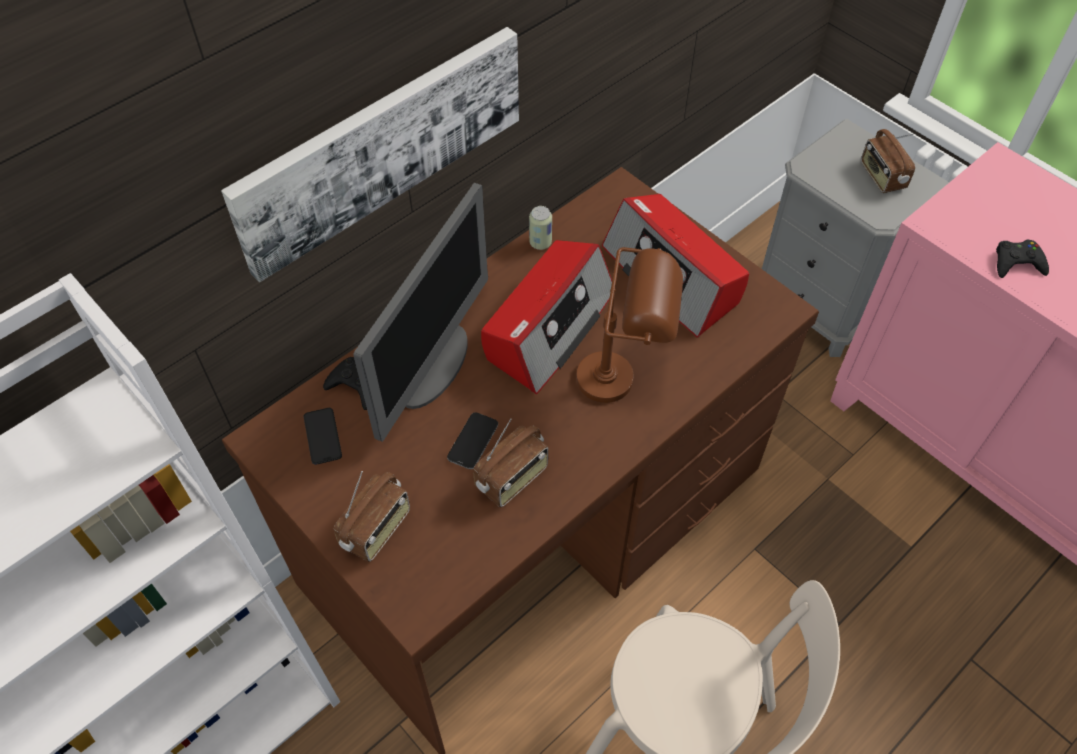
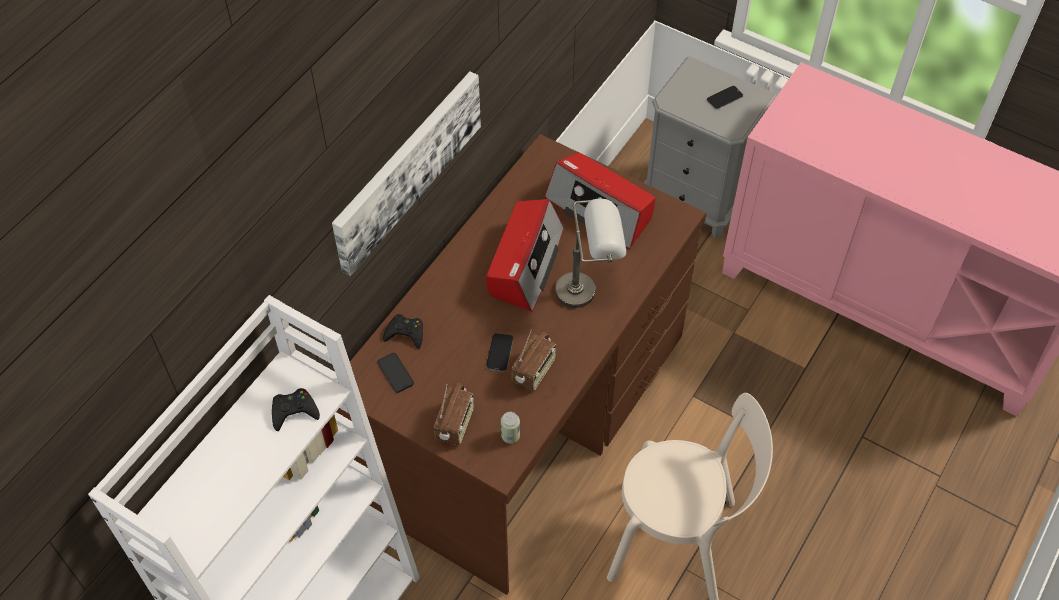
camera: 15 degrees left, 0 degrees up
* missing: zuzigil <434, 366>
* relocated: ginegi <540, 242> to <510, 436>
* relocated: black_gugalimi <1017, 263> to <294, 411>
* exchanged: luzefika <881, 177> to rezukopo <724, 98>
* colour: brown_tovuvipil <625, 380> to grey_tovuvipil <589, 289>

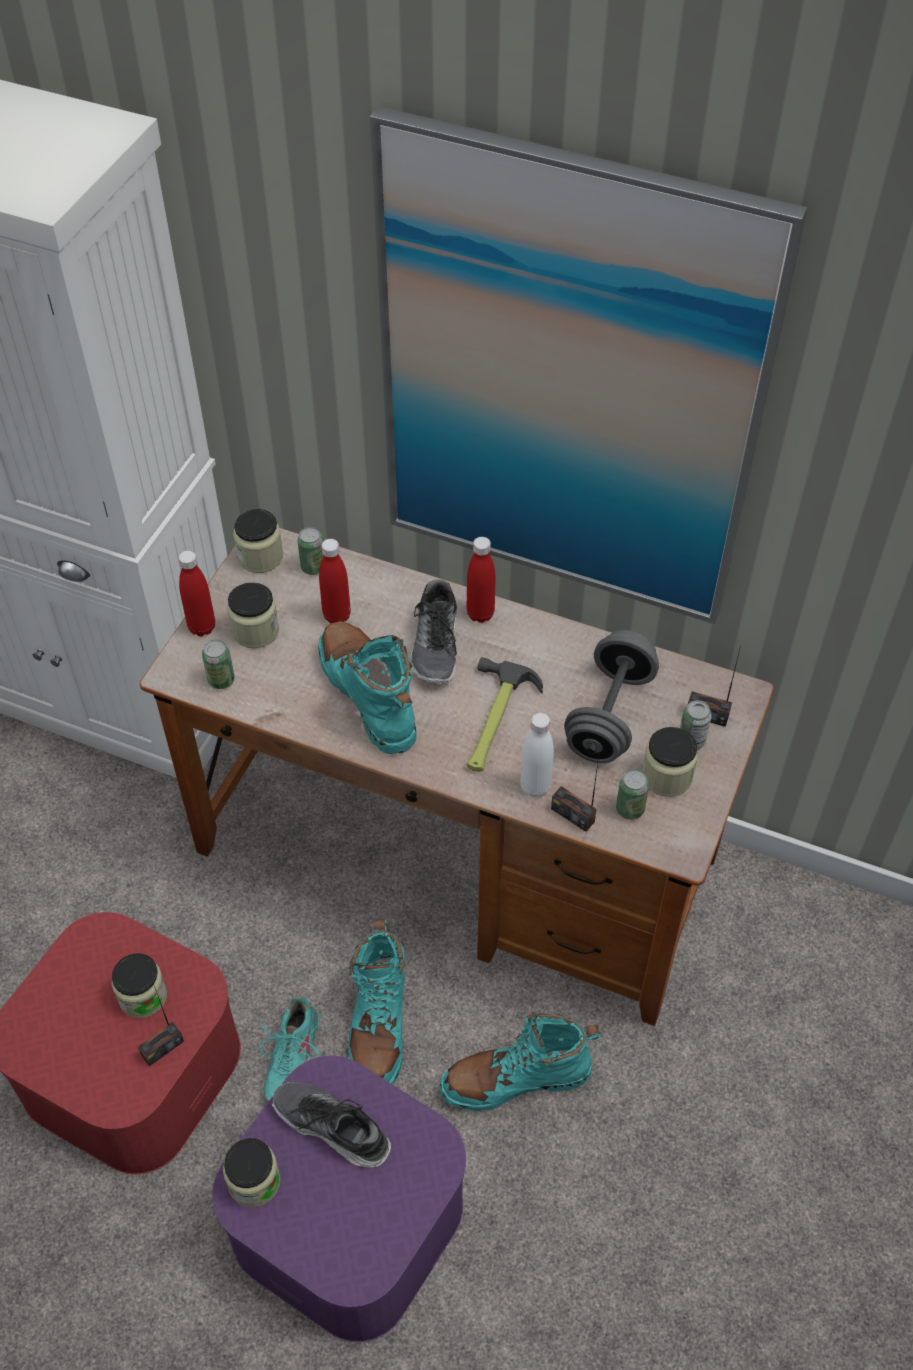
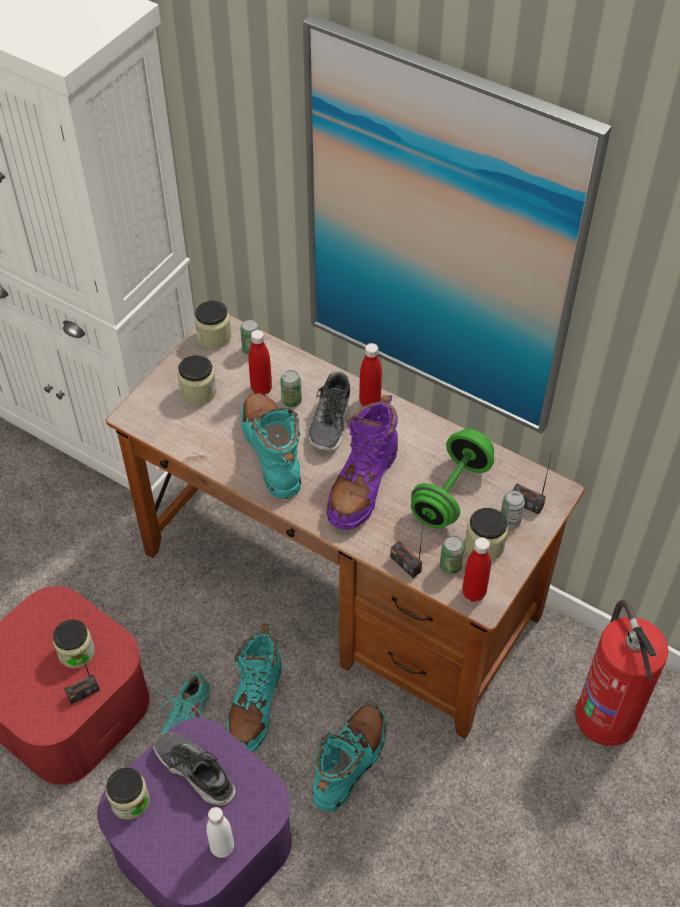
camera: 10 degrees right, 0 degrees up
* appeared: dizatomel <606, 714>
* relocated: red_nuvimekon <202, 627> to <473, 593>
* relocated: ginegi <221, 680> to <291, 401>
* relocated: white_nuvimekon <535, 787> to <222, 847>
* exchanged: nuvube <494, 721> to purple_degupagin <362, 484>
* colour: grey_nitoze <609, 715> to green_nitoze <451, 493>
* spun: turquoise_degupagin <516, 1079> = <350, 761> 120 degrees clockwise

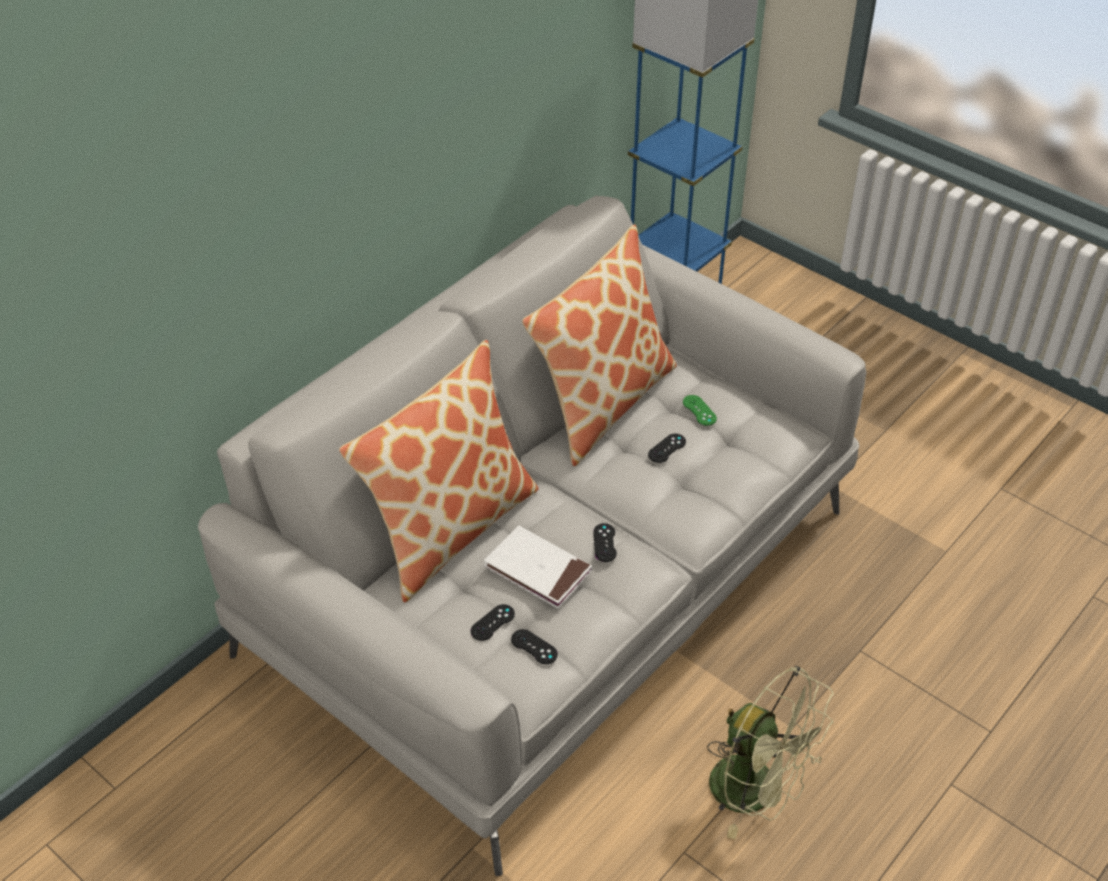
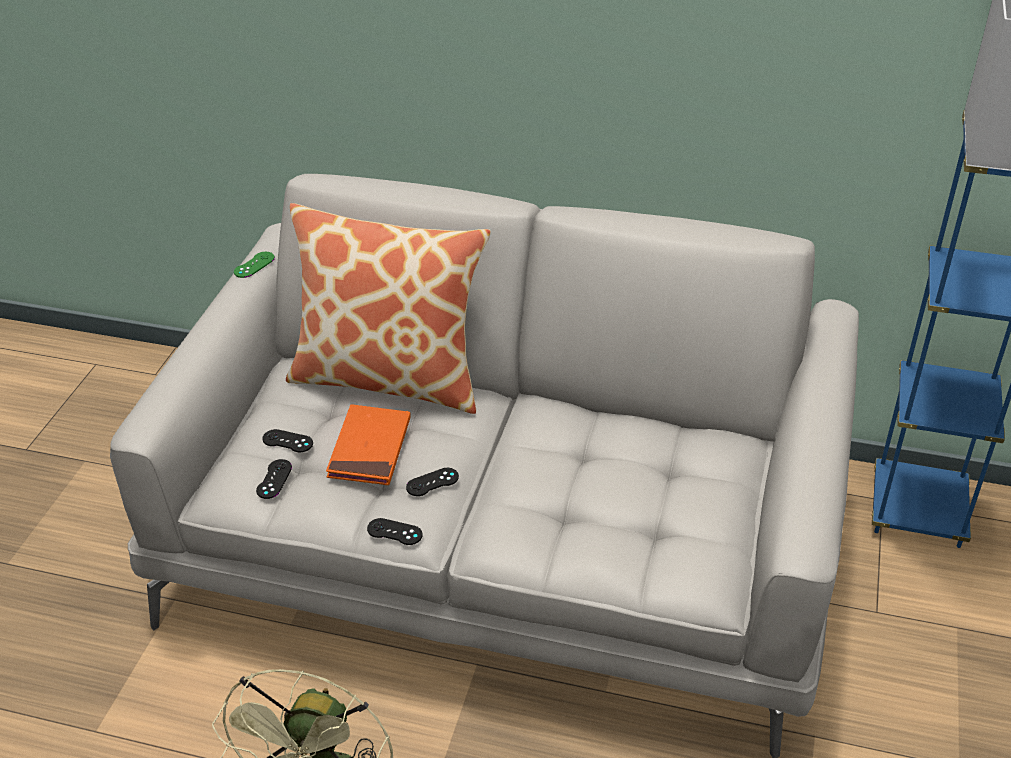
camera: 65 degrees right, 5 degrees down
* missing: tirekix <602, 402>
* relocated: black_gugalimi <667, 448> to <394, 532>
* relocated: green_gugalimi <699, 410> to <254, 265>
* colour: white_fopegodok <537, 570> to orange_fopegodok <370, 449>

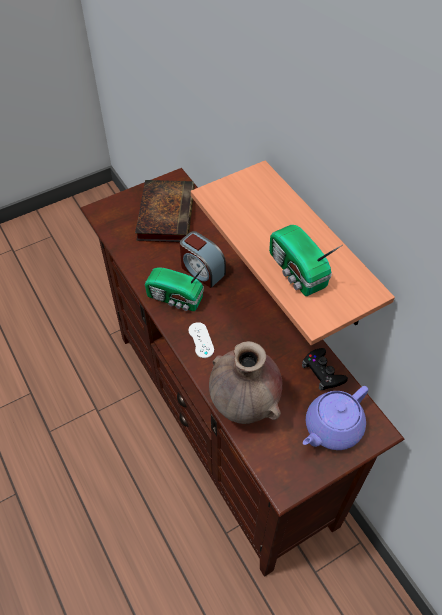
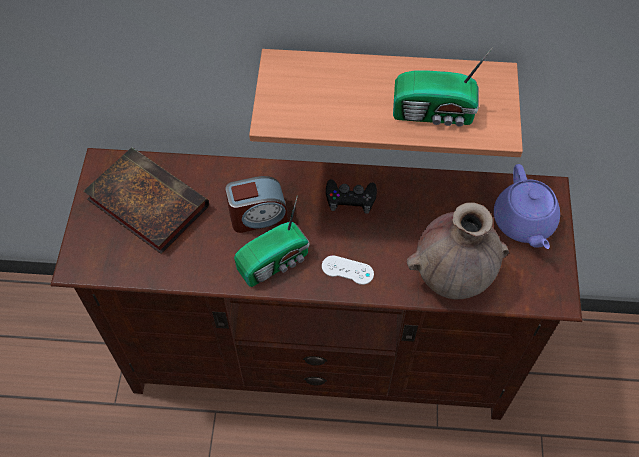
camera: 55 degrees left, 5 degrees up
* relocated: black_gugalimi <323, 372> to <350, 198>

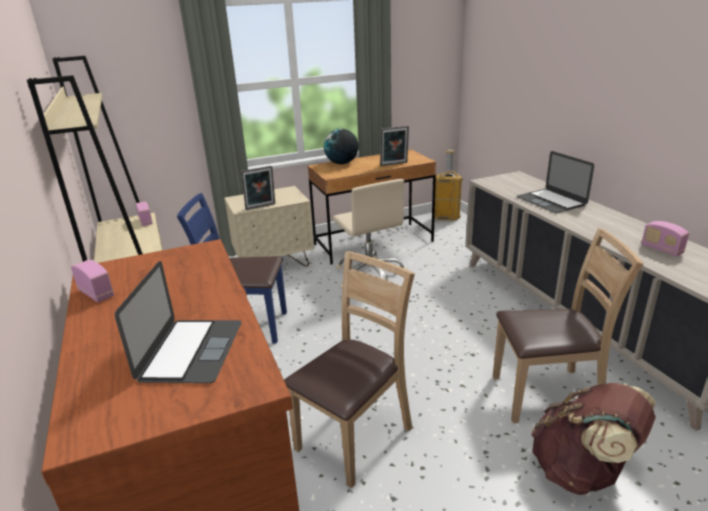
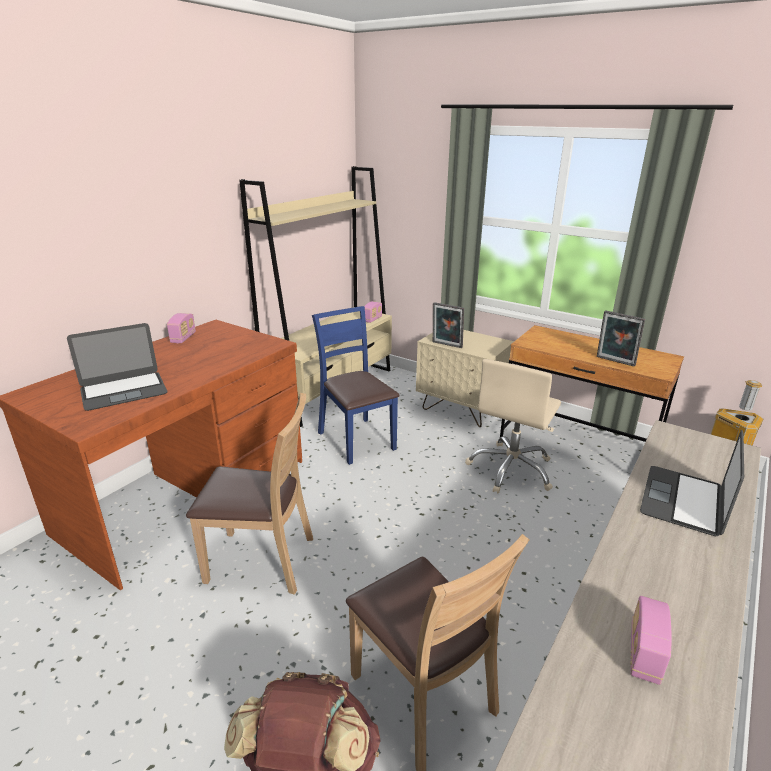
camera: 55 degrees right, 0 degrees up
* missing: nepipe <342, 163>

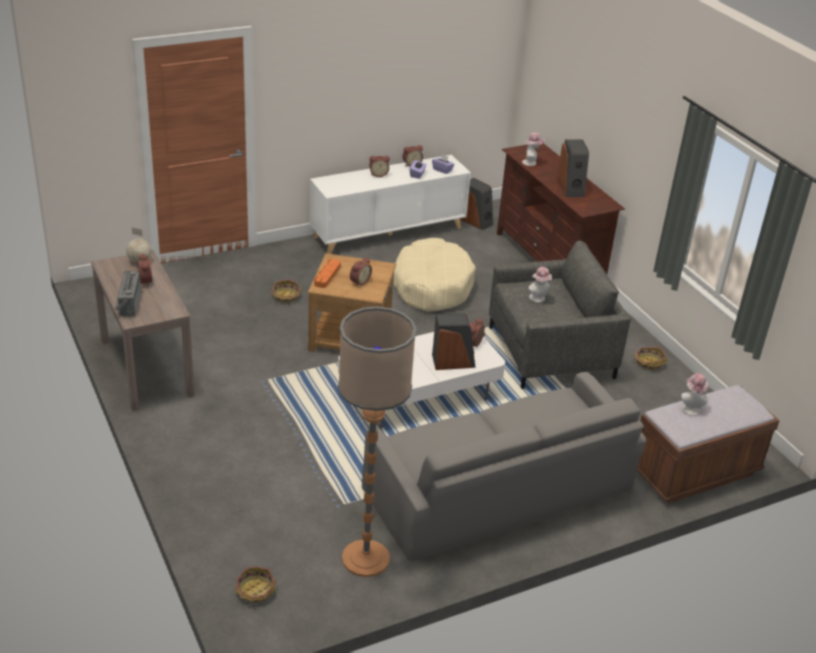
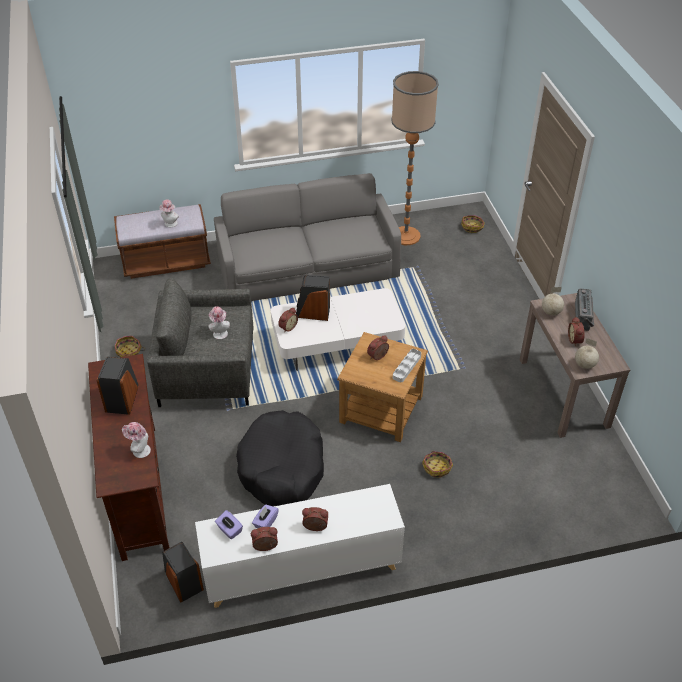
camera: 165 degrees left, 10 degrees up
* appeared: nepipe <551, 312>
* colour: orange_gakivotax <327, 275> to grey_gakivotax <406, 367>
* colour: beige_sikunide <432, 286> to black_sikunide <282, 467>

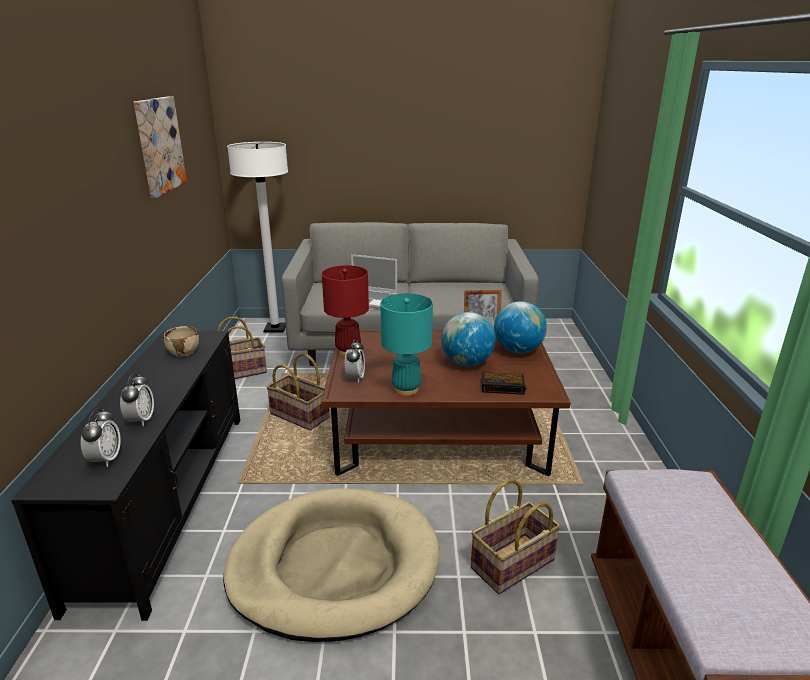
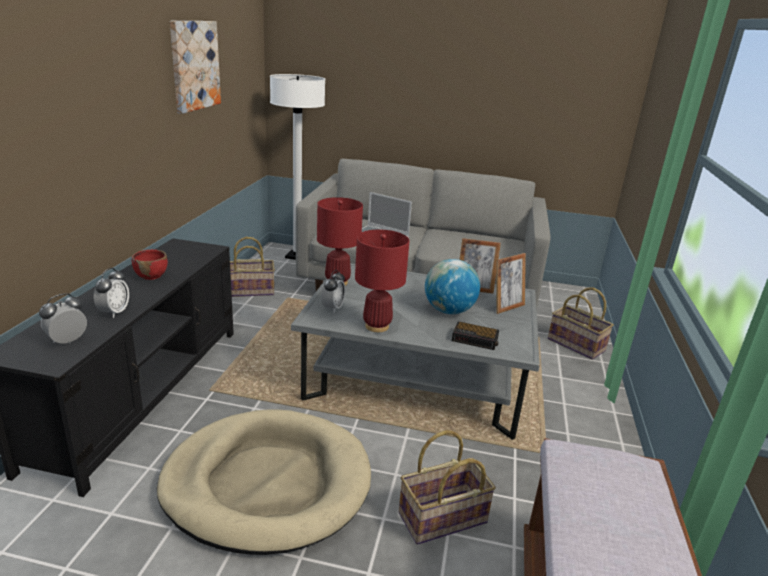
camera: 10 degrees right, 0 degrees up
* missing: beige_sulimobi <184, 352>
* appeared: red_sulimobi <151, 275>
* relocated: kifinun <300, 415> to <576, 344>
* exchanged: nepipe <517, 350> to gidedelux <506, 307>
* colour: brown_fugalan <439, 434> to grey_fugalan <416, 379>
* colour: turquoise_tovuvipil <406, 389> to red_tovuvipil <376, 326>
* spun: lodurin <106, 459> = <67, 341> 150 degrees counterclockwise

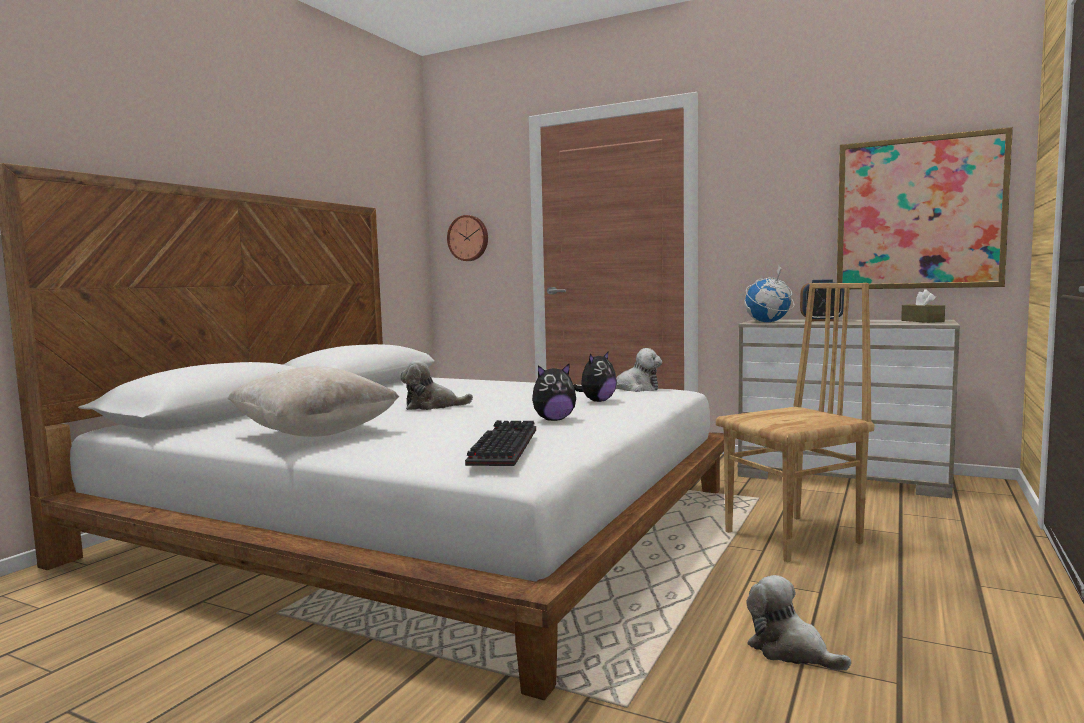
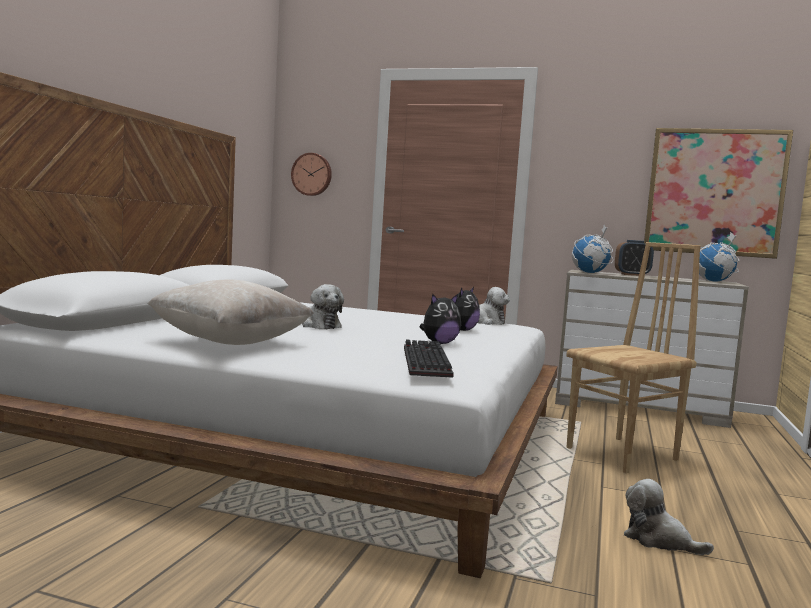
camera: 10 degrees left, 0 degrees up
* exchanged: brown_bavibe <922, 321> to nepipe <714, 281>
* spun: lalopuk <432, 406> = <317, 325> 120 degrees counterclockwise

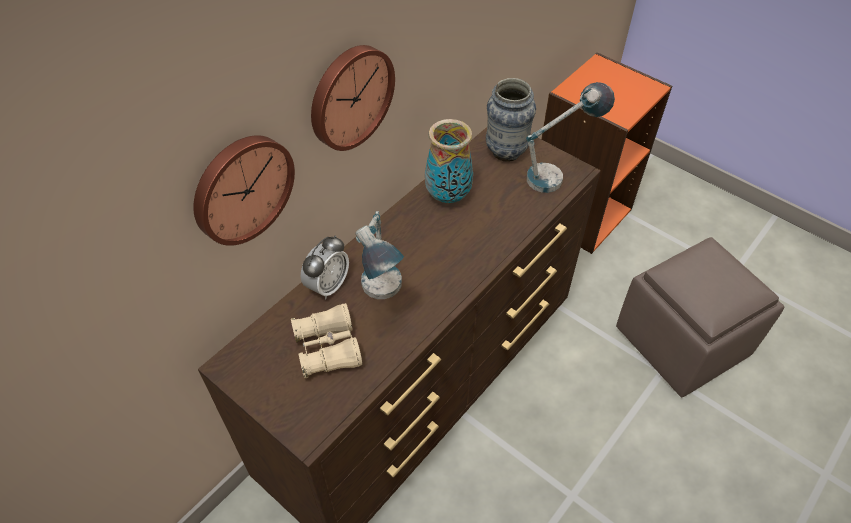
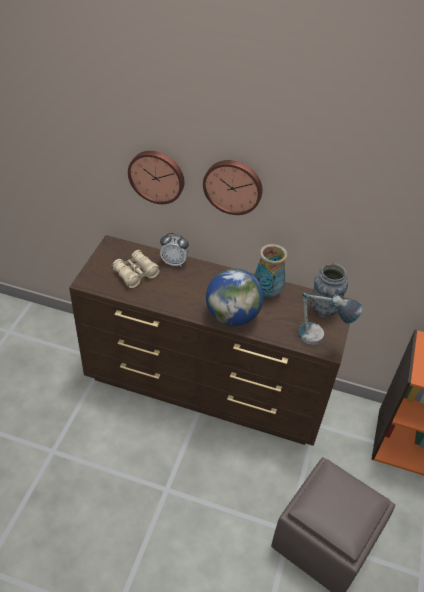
camera: 65 degrees right, 5 degrees down
* missing: tovuvipil <383, 297>
* appeared: nepipe <232, 316>

